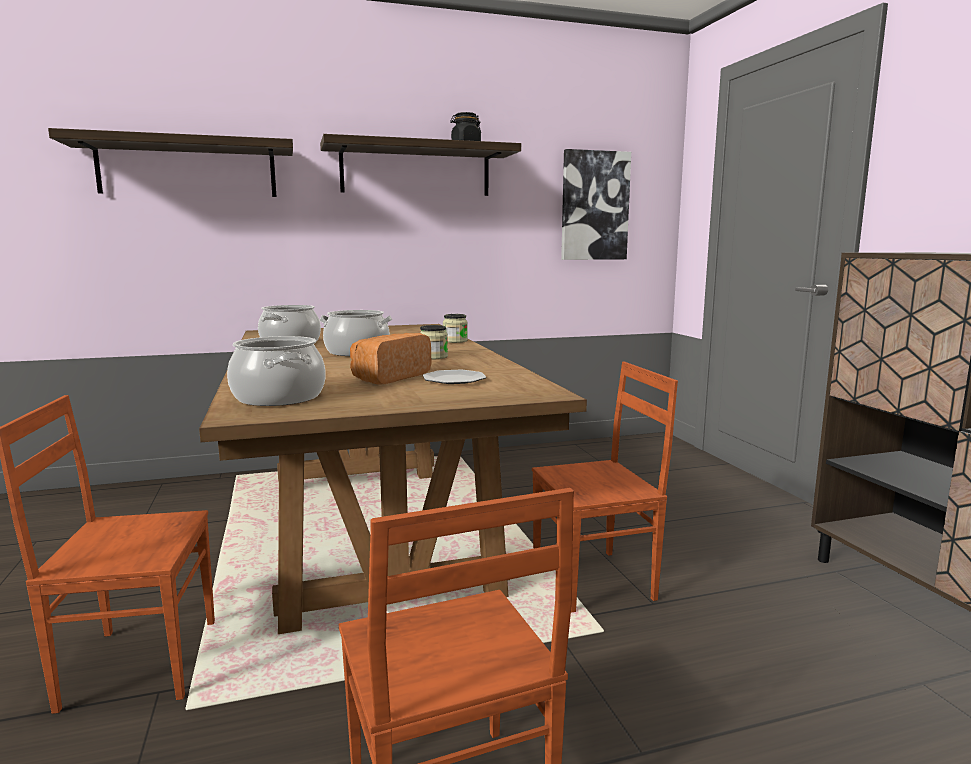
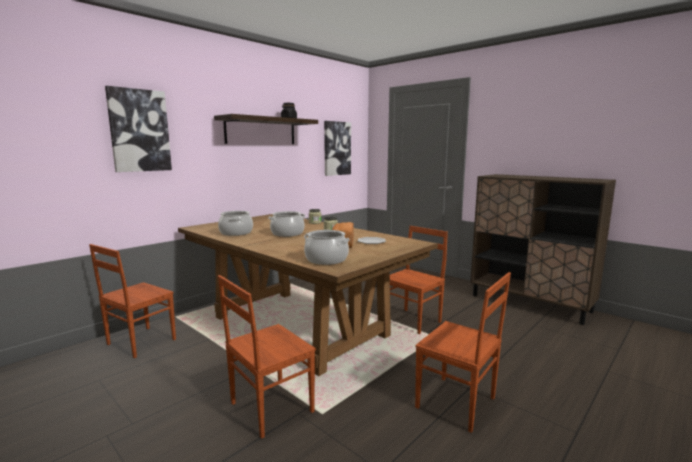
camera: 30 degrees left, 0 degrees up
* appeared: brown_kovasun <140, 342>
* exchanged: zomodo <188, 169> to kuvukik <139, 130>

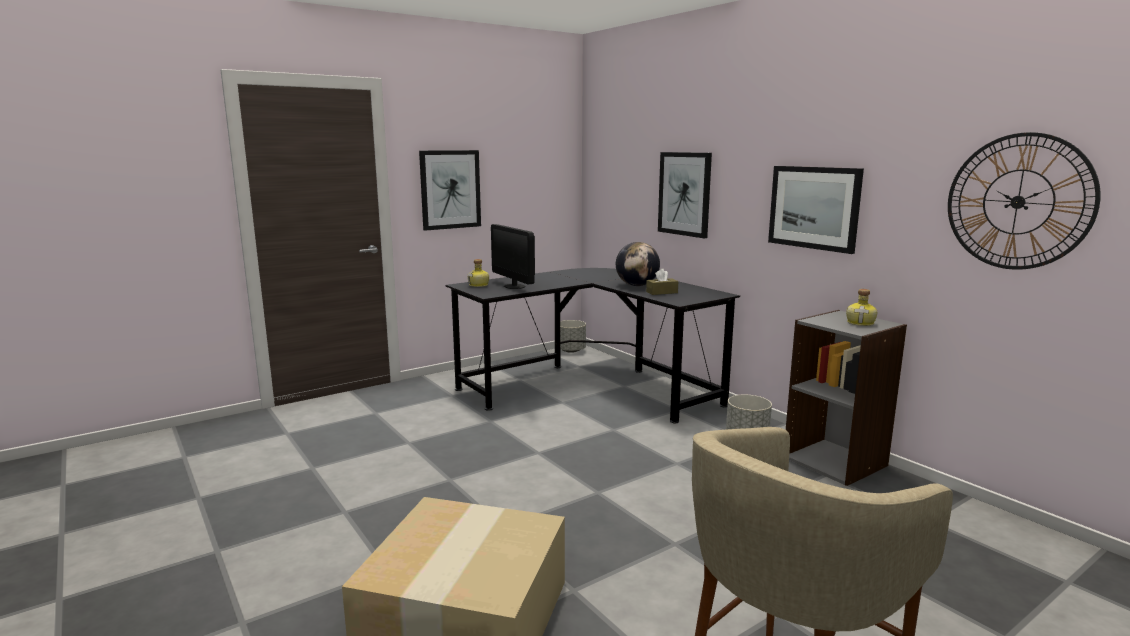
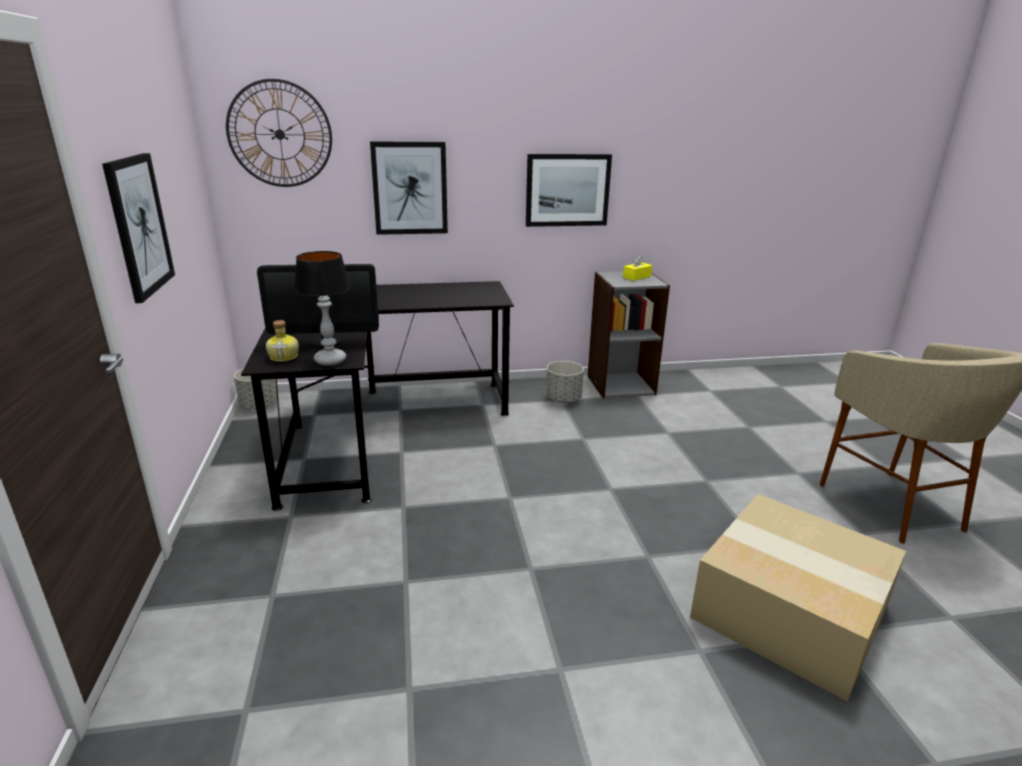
camera: 65 degrees left, 10 degrees up
* missing: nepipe <637, 285>
* missing: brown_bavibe <662, 292>
* appeared: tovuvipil <331, 360>
* relocated: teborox <1018, 202> to <280, 134>
* exchanged: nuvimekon <861, 323> to yellow_bavibe <637, 277>

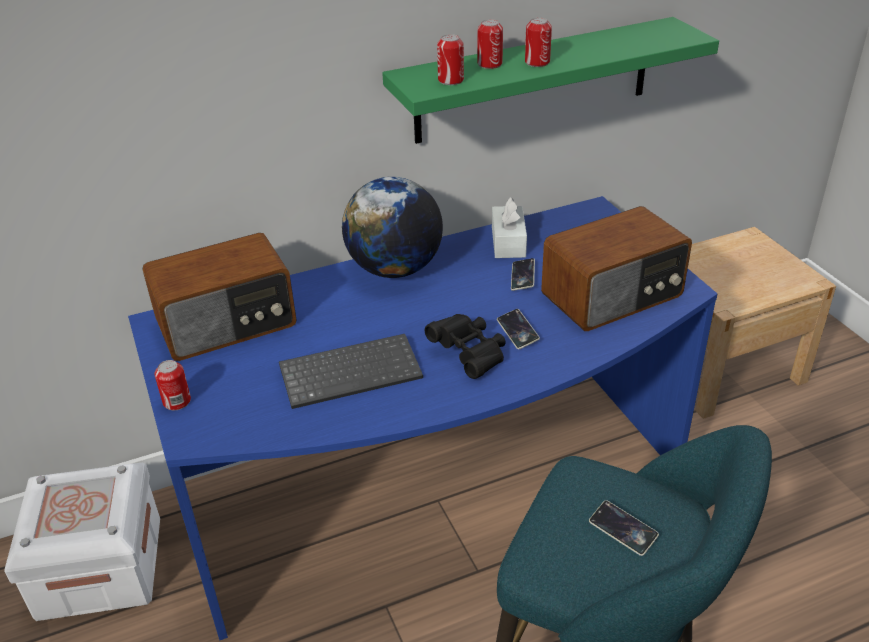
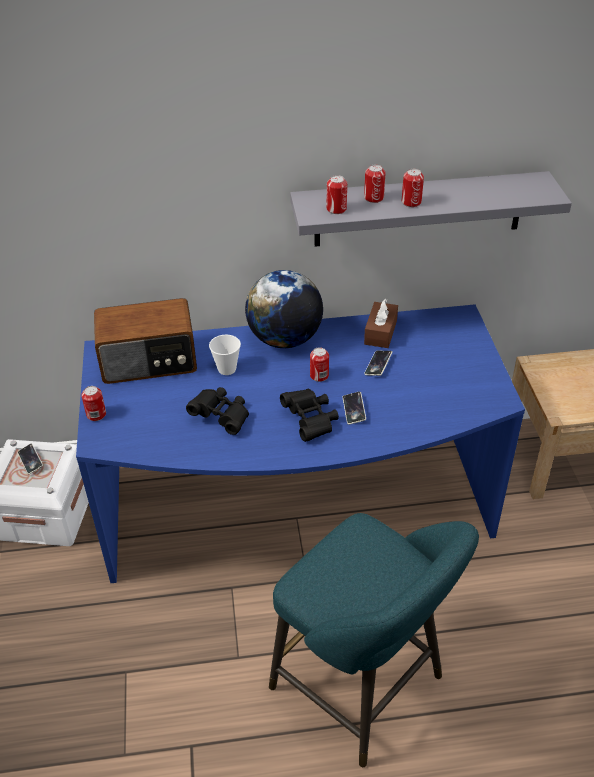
camera: 15 degrees right, 5 degrees up
* missing: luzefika <613, 296>
* appeared: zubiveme <227, 369>
* appeared: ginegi <319, 375>
* relocated: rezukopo <622, 530> to <30, 460>
* exchanged: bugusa <352, 371> to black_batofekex <222, 417>
* colour: green_zomodo <534, 80> to grey_zomodo <418, 209>
* colour: white_bavibe <508, 242> to brown_bavibe <380, 332>

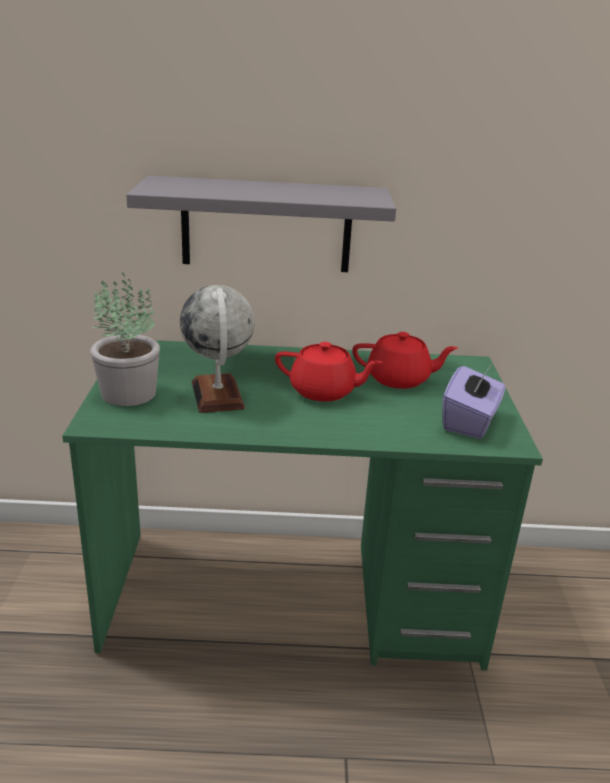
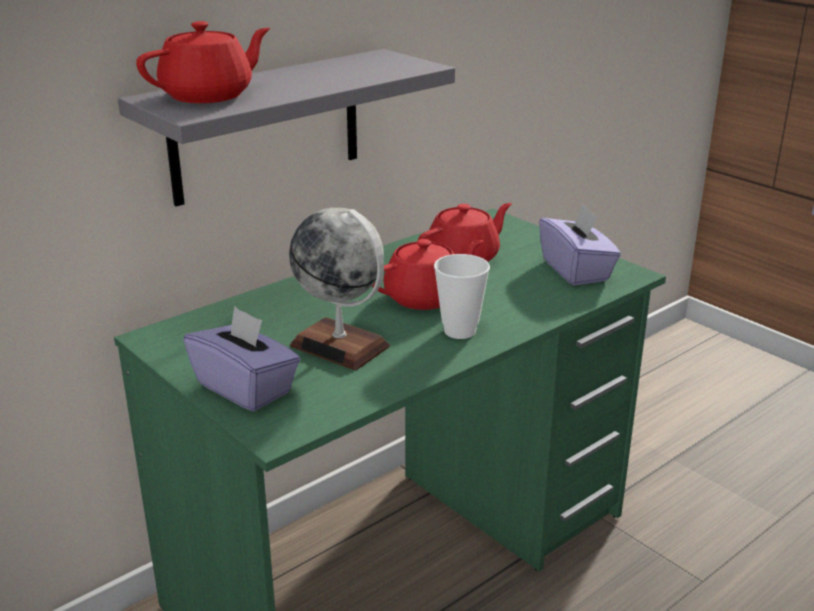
camera: 40 degrees left, 0 degrees up
* appeared: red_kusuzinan <209, 95>
* appeared: zubiveme <460, 331>
* exchanged: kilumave <127, 393> to purple_bavibe <245, 388>

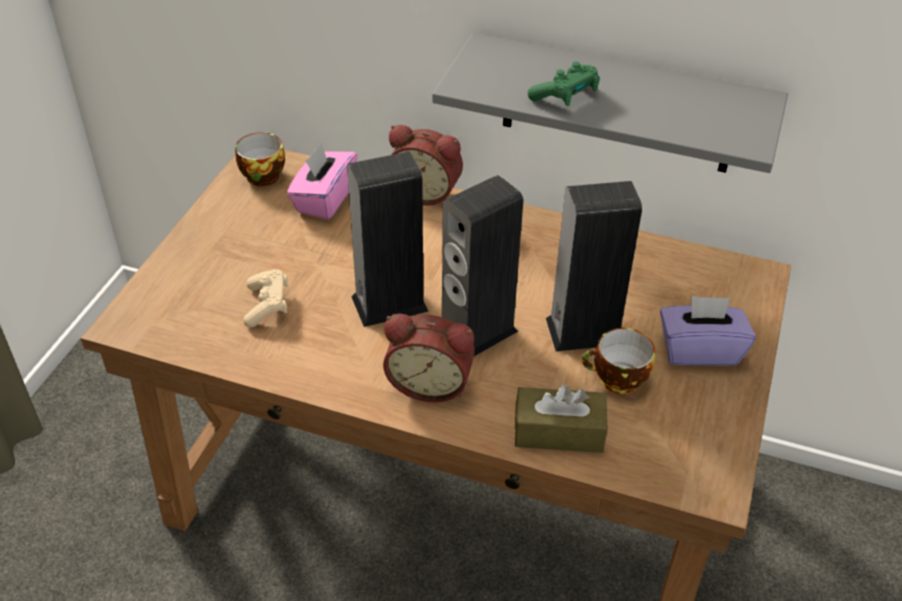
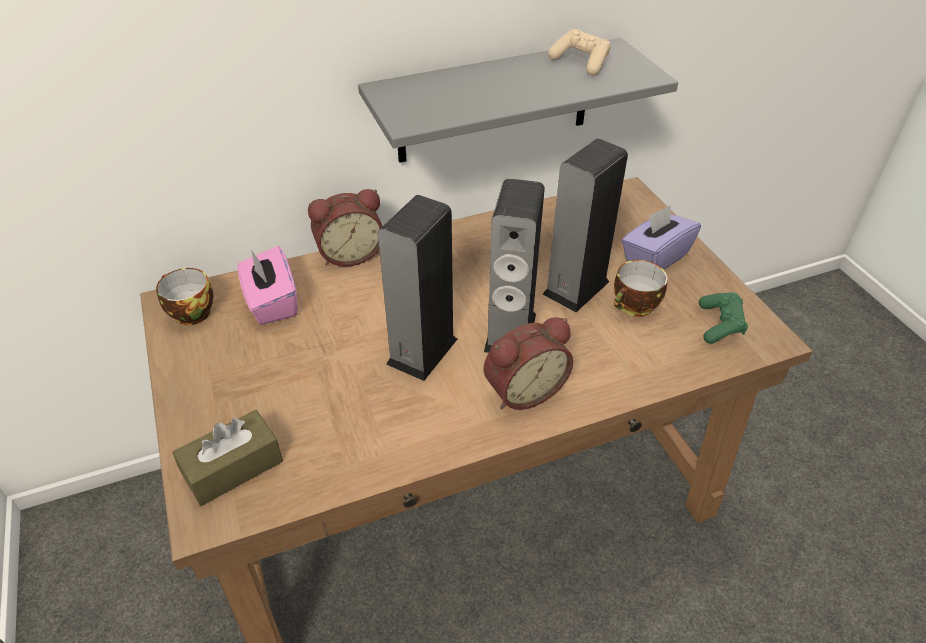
camera: 40 degrees left, 0 degrees up
* relocated: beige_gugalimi <267, 305> to <581, 62>
* relocated: brown_bavibe <558, 432> to <233, 467>
* relocated: green_gugalimi <565, 96> to <720, 325>

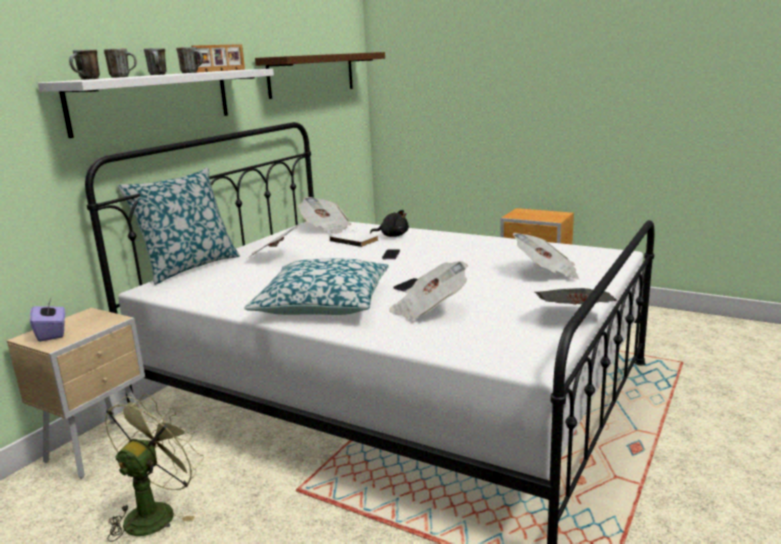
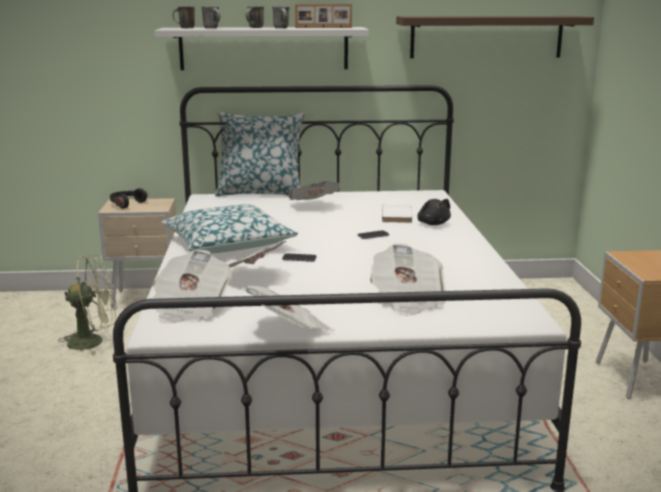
camera: 55 degrees right, 0 degrees up
* relocated: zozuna <326, 229> to <190, 307>
* exchanged: purple_bavibe <52, 333> to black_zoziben <126, 204>

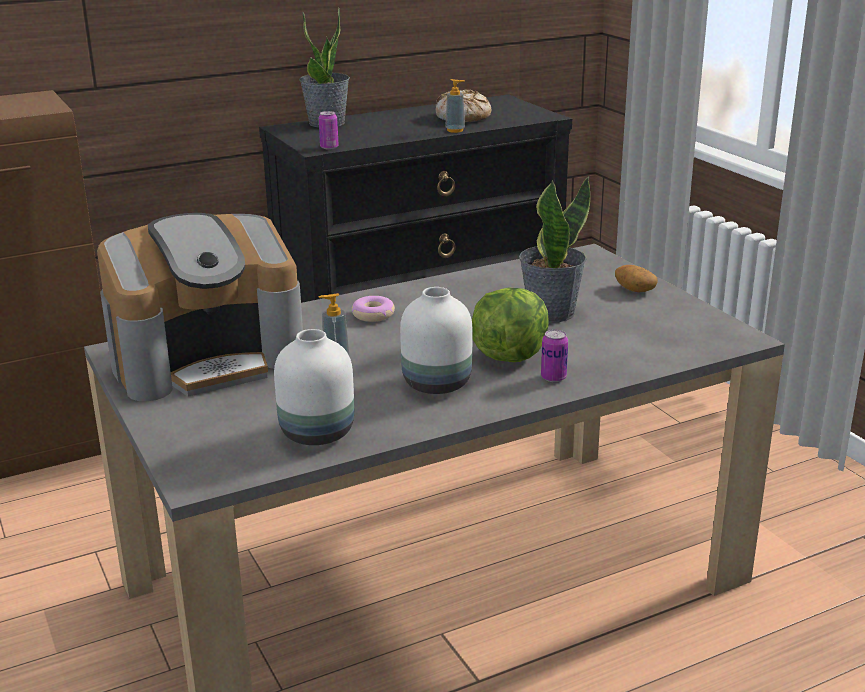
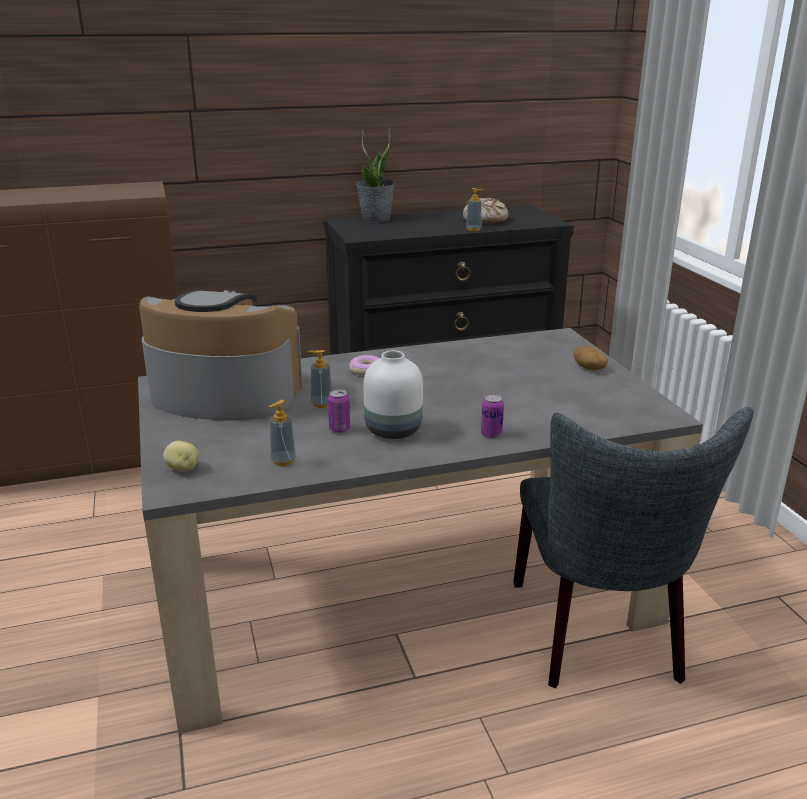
camera: 10 degrees right, 0 degrees up
* missing: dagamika <509, 355>
* missing: kilumave <550, 312>
* appeared: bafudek <182, 469>
* appeared: grey_kovasun <600, 637>
* relocated: ginegi <329, 147> to <339, 429>
* exchanged: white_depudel <319, 432> to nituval <283, 461>
* spun: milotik <207, 359> = <224, 394> 150 degrees counterclockwise

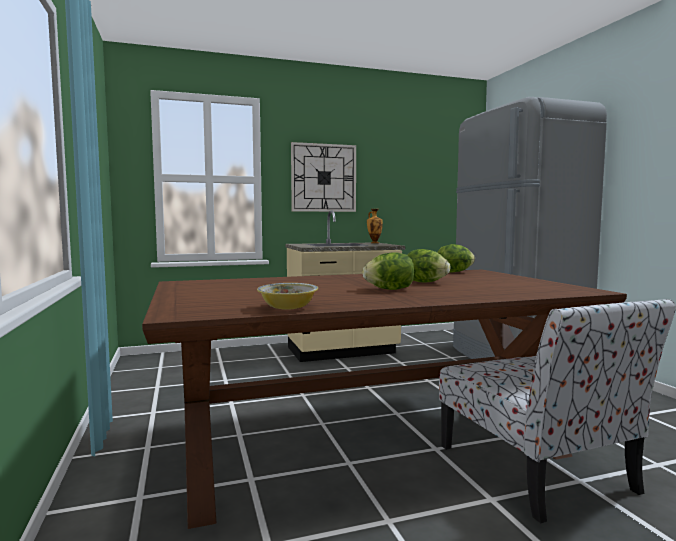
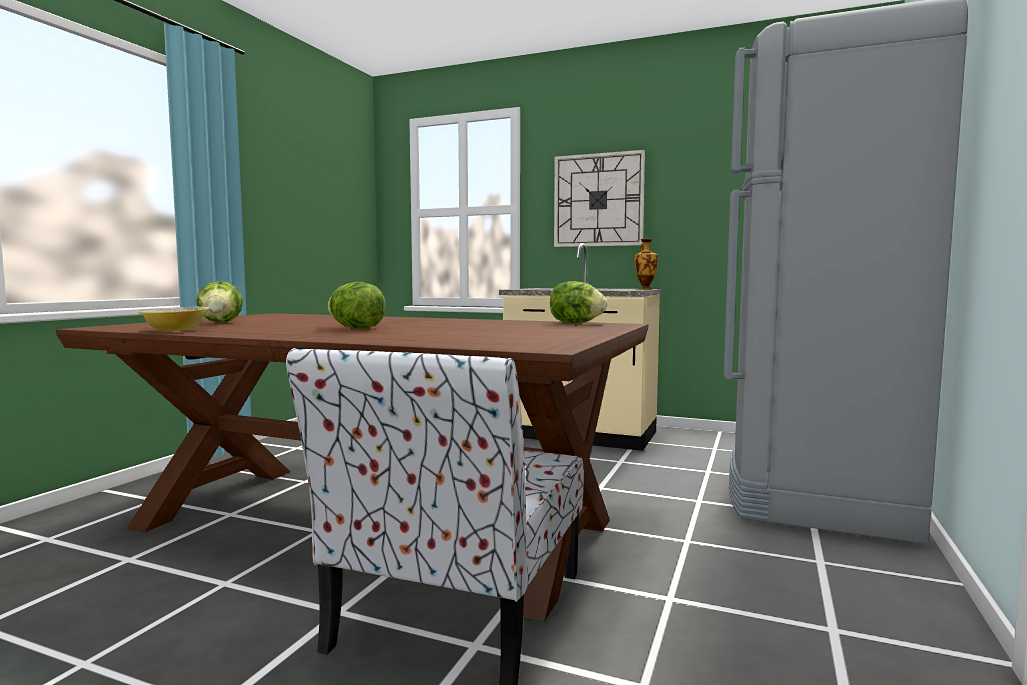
camera: 40 degrees right, 0 degrees up
* relocated: dagamika <425, 282> to <221, 322>

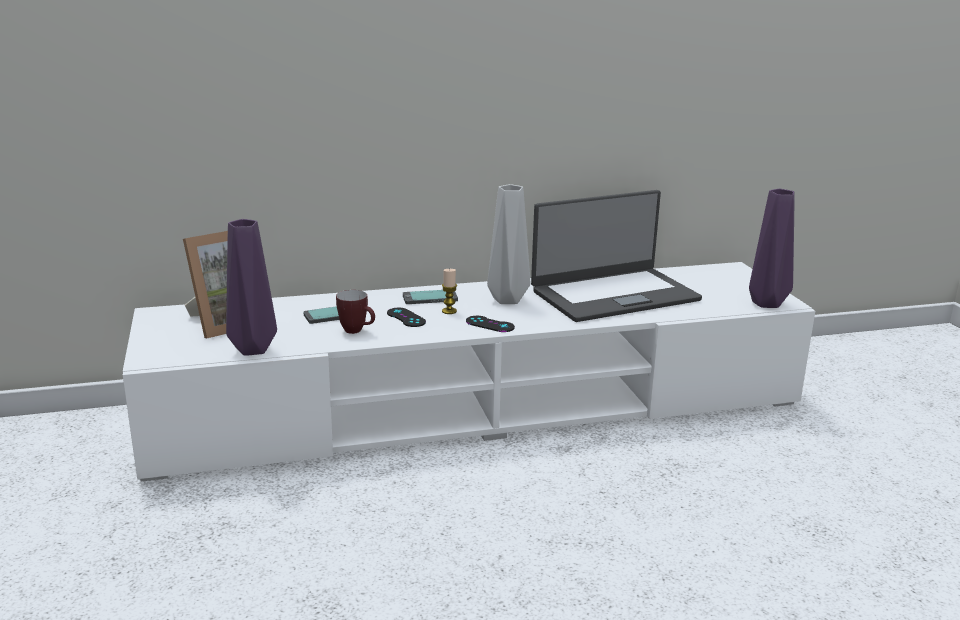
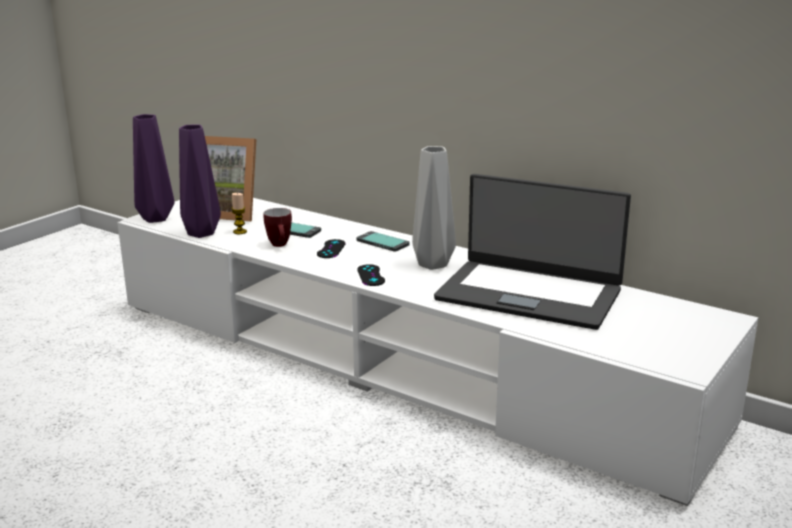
camera: 50 degrees right, 0 degrees up
* relocated: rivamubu <449, 311> to <240, 232>
* relocated: purple_depudel <767, 303> to <157, 218>

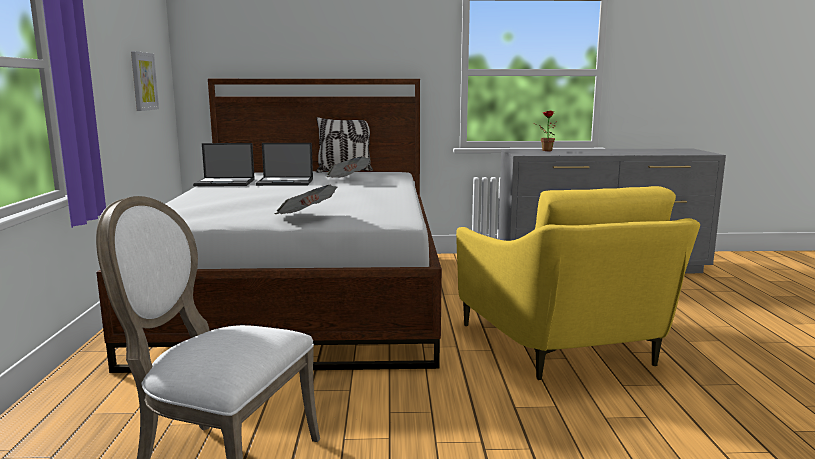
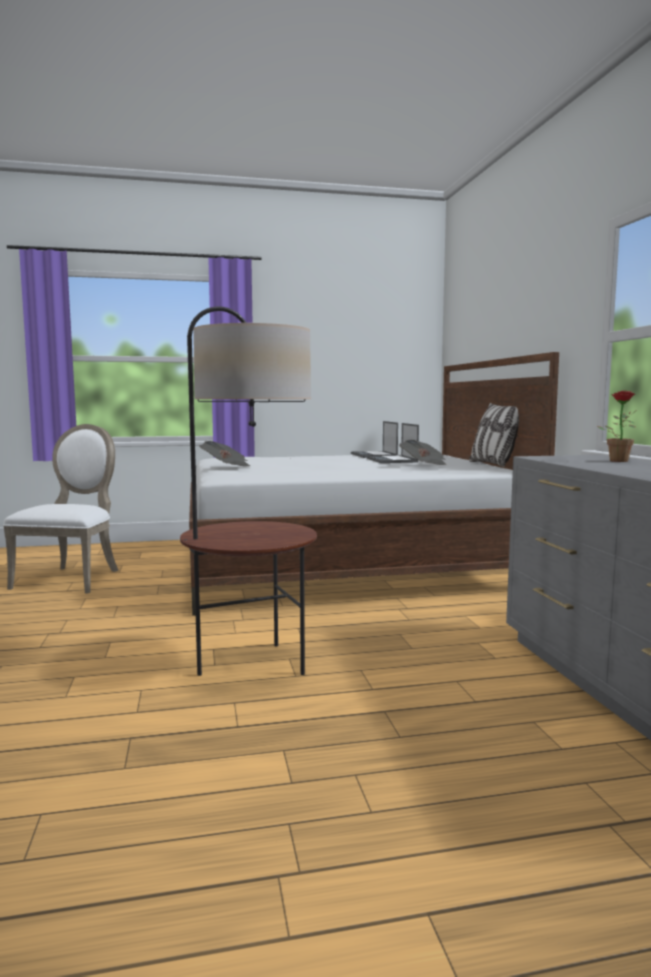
camera: 80 degrees right, 5 degrees down
* missing: kuvukik <143, 81>
* exchanged: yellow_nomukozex <566, 345> to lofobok <251, 665>

